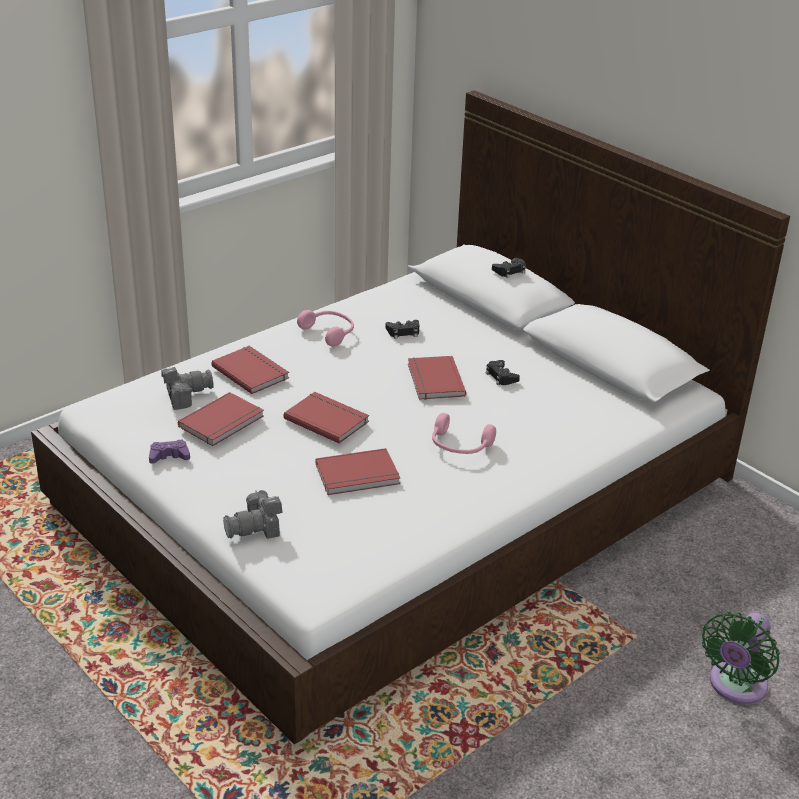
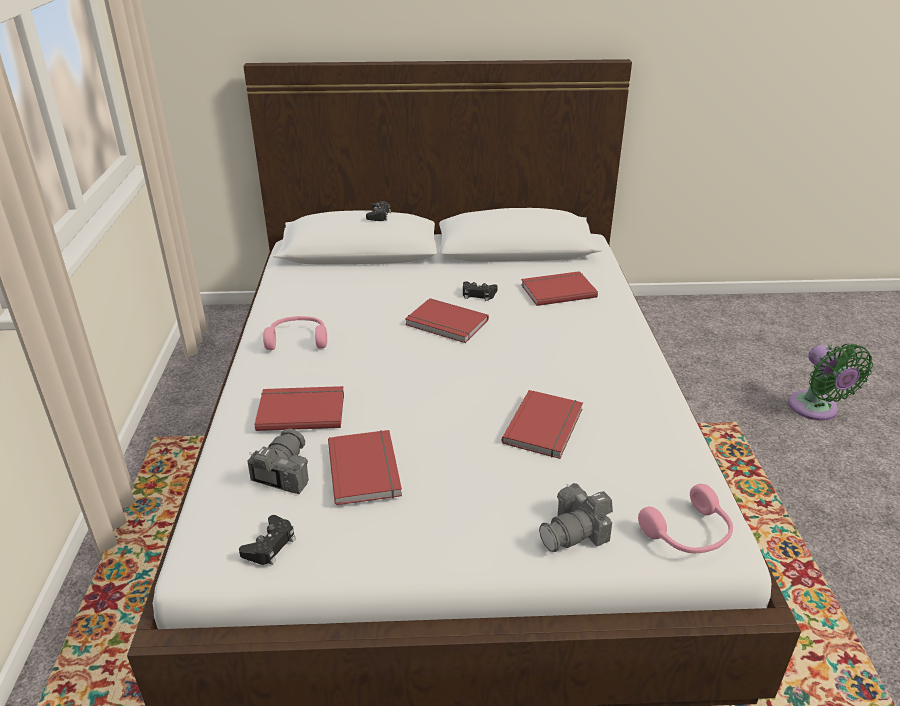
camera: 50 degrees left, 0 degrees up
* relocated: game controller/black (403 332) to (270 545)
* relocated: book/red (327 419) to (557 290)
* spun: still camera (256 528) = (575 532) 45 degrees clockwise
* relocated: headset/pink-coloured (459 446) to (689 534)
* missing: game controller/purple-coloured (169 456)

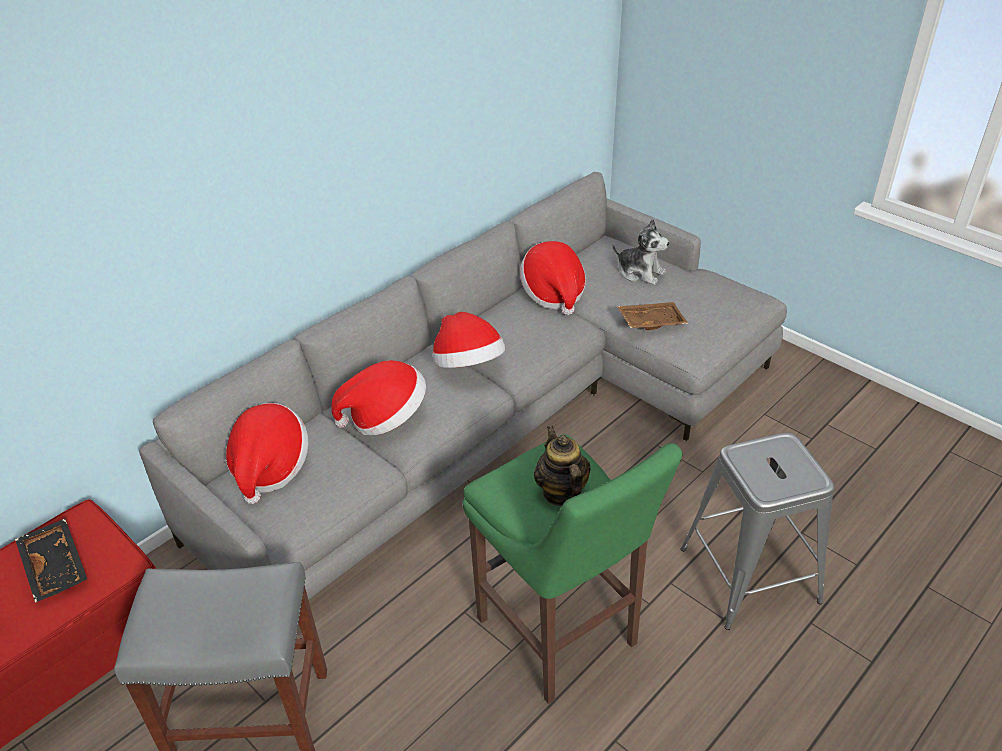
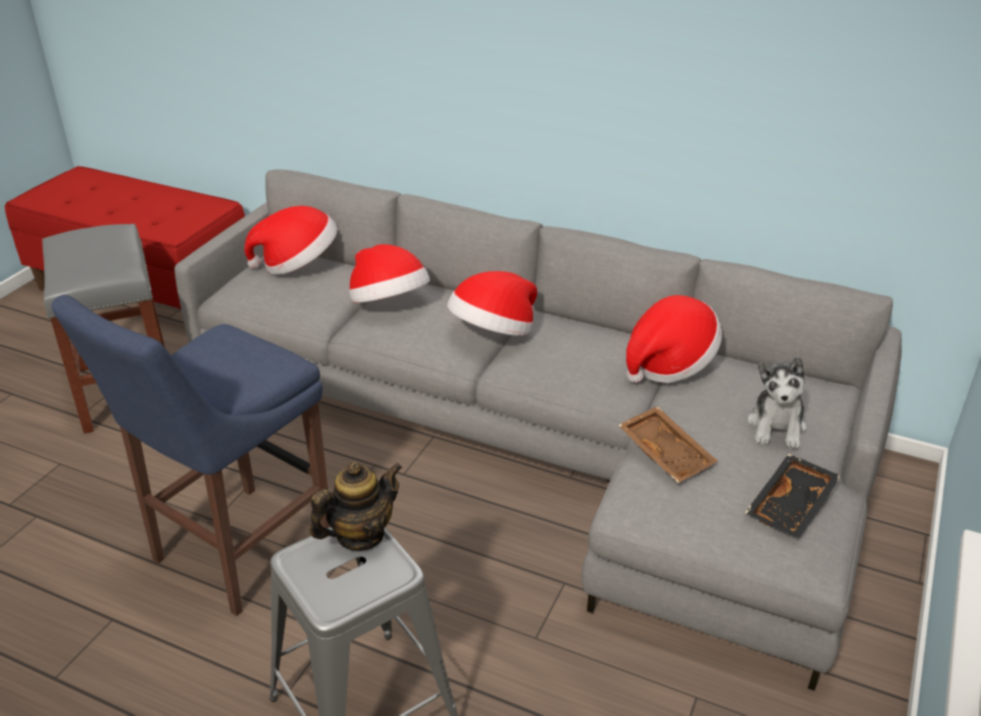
camera: 70 degrees right, 5 degrees down
* colour: stool/green-coloured (560 637) to stool/blue (236 552)
* relocated: pot for tea (561 492) to (360 535)
* relocated: serving tray/black (57 566) to (792 505)

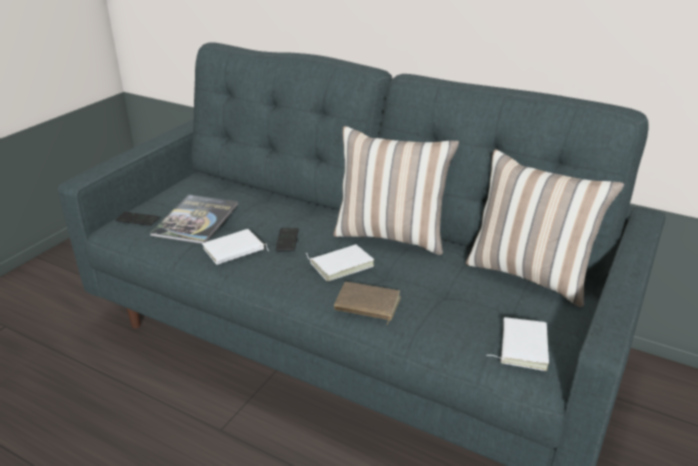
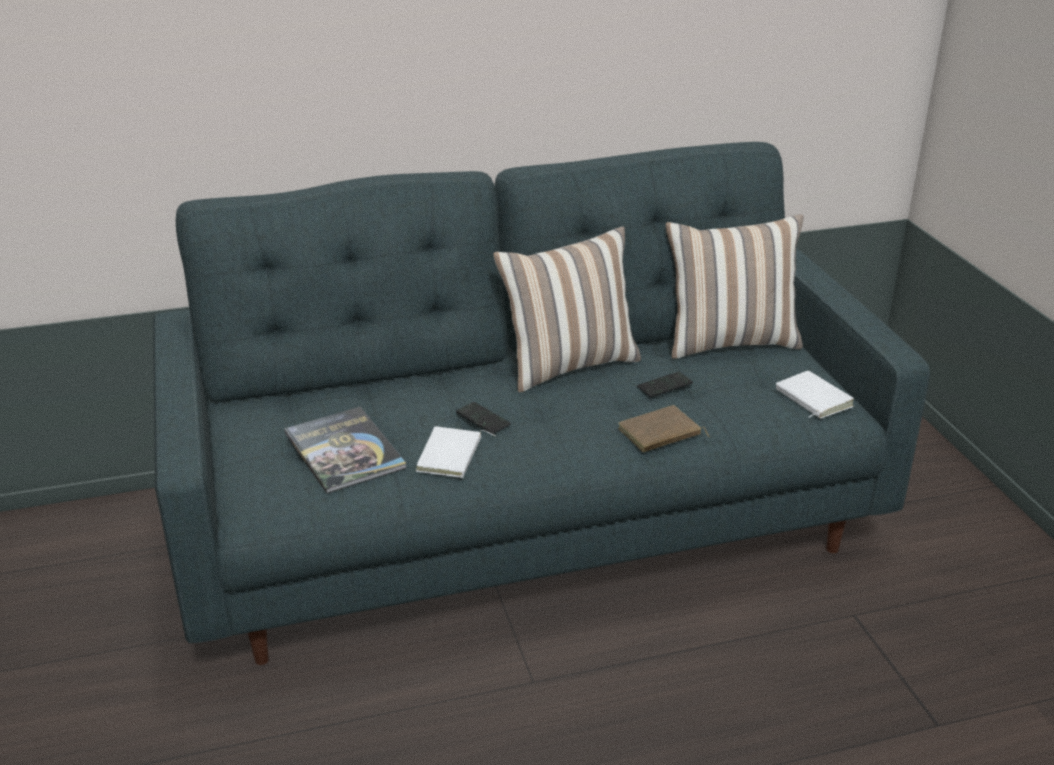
camera: 45 degrees left, 0 degrees up
* relocated: telephone (137 220) to (664 386)
* missing: book/whitish (341 264)

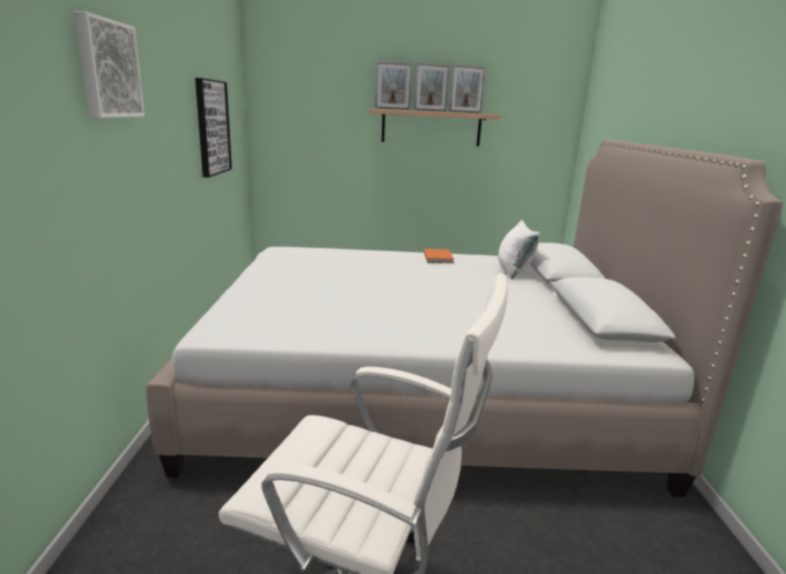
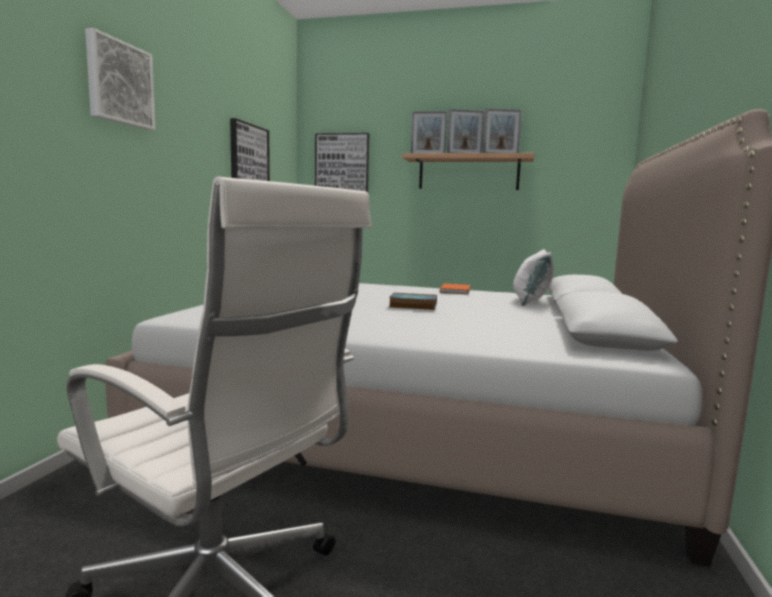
camera: 15 degrees right, 10 degrees down
* appeared: wall art (342 169)
* appeared: book (412 305)

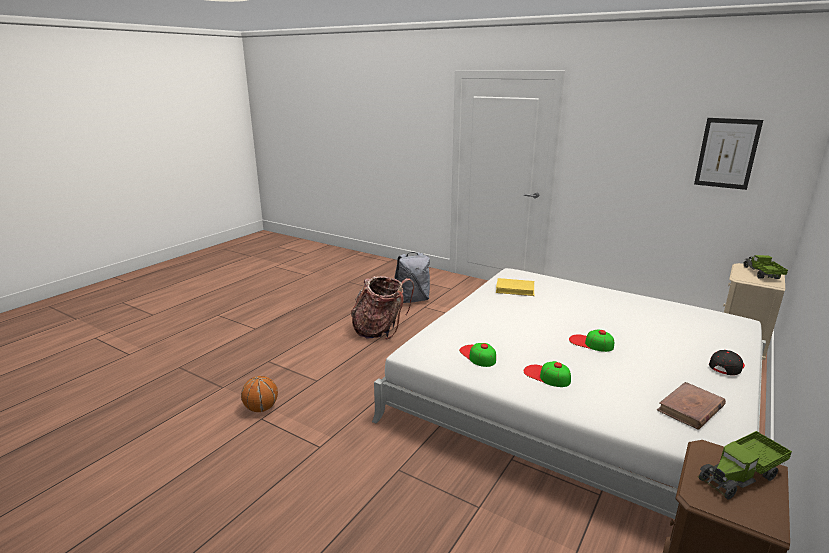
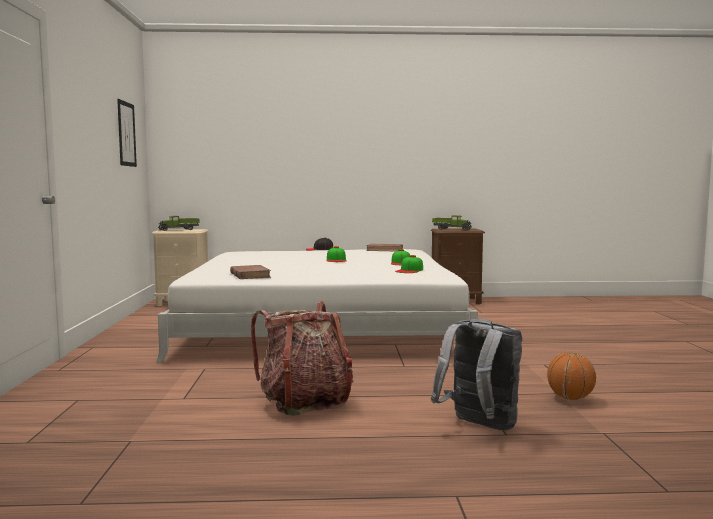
camera: 125 degrees left, 15 degrees down
* colour: book/yellow (515 289) to book/brownish (250 275)
* relocated: backpack/gray (413 300) to (479 427)

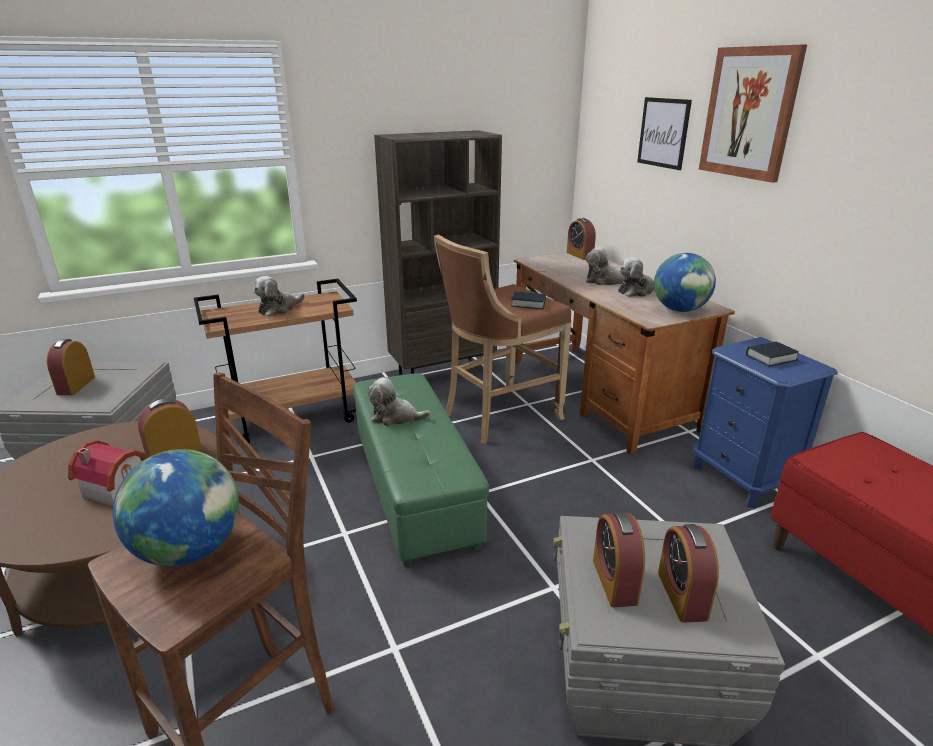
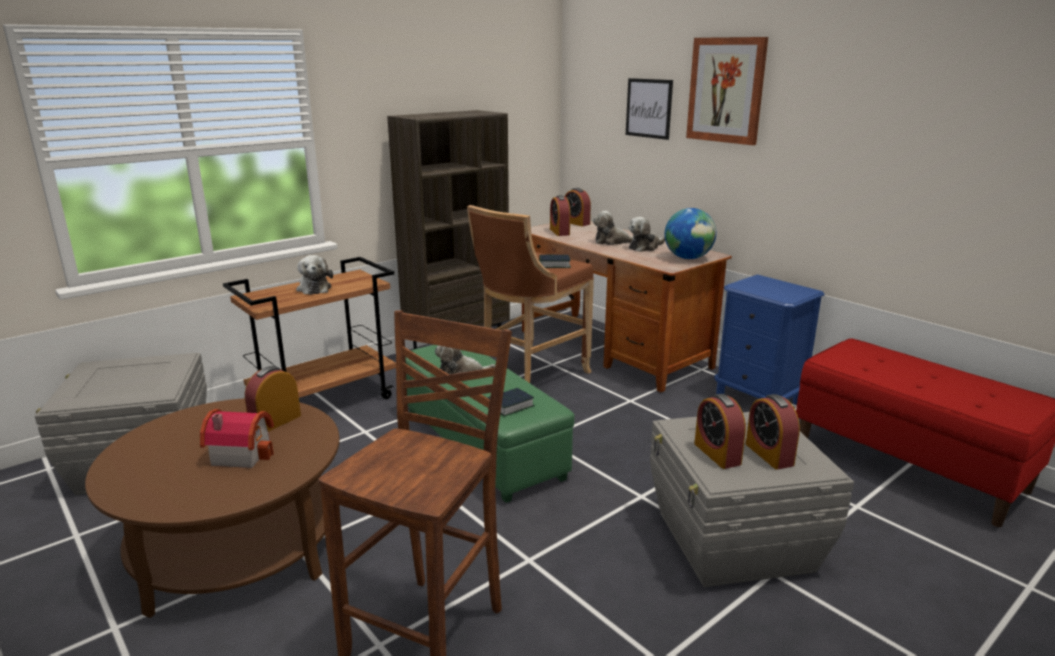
camera: 15 degrees left, 5 degrees down
* spun: soft toy (279 309) = (314 288) 45 degrees counterclockwise
* relocated: book (770 358) to (510 406)
* relocated: table clock (76 385) to (559 232)
* missing: desk globe (189 550)

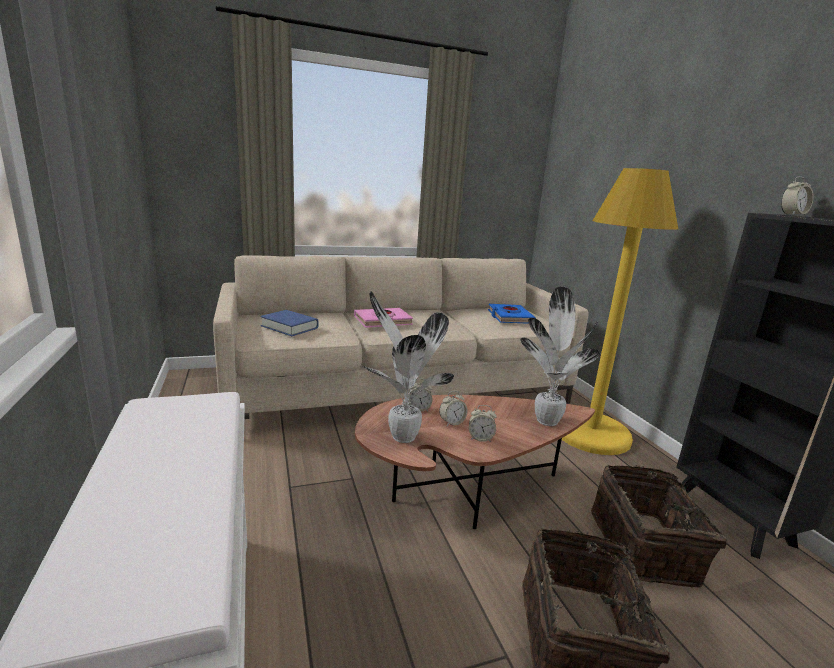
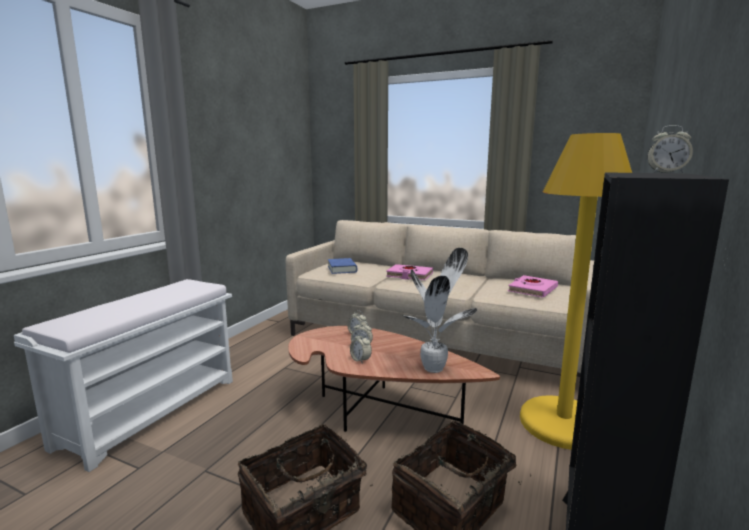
camera: 45 degrees right, 5 degrees down
* colour: book/blue (510 317) to book/pink-coloured (532 290)
* missing: plant in a pot (401 436)

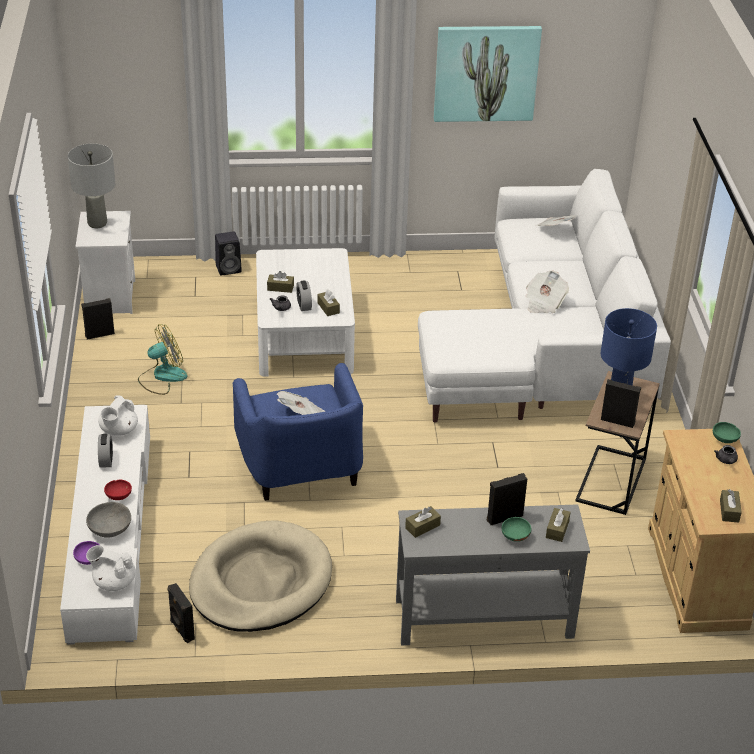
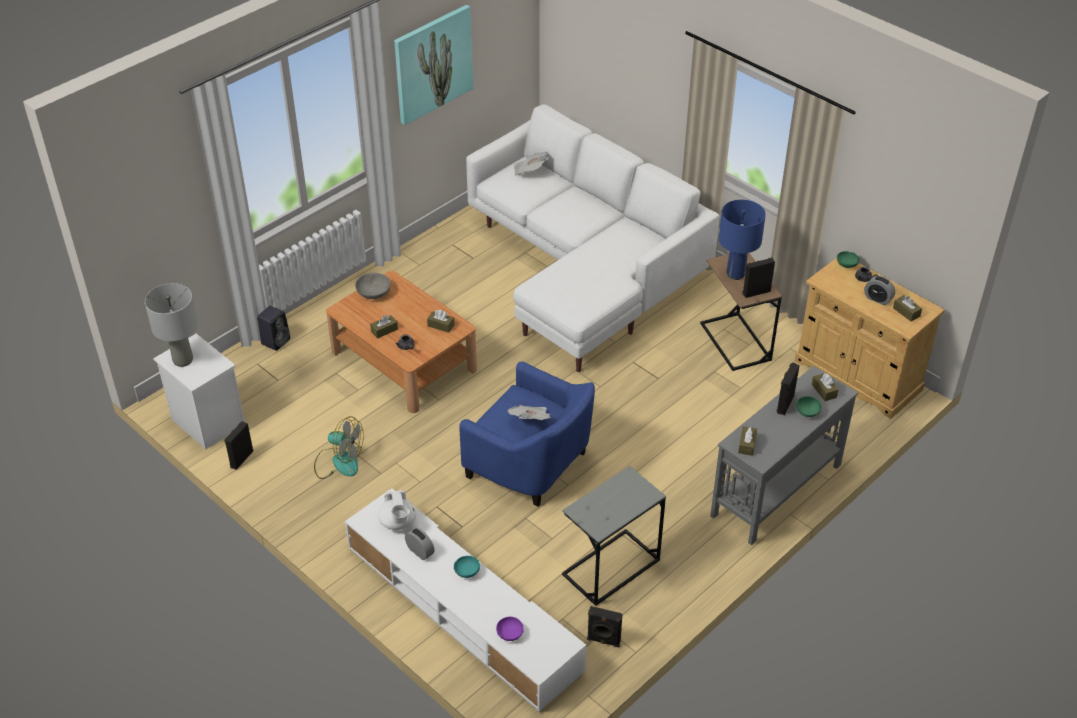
camera: 40 degrees left, 5 degrees up
* spun: electric fan (162 377) = (339 462) 90 degrees clockwise
* colour: coffee table/whitish (304 334) to coffee table/brownish (404 360)
* relocated: bowl/gray (109 529) to (373 293)
* colour: bowl/red (119 496) to bowl/turquoise (467 572)
* exchanged: dog bed/beige (260 582) to side table/gray (611 567)
* relocated: table clock (304 305) to (877 299)
* missing: pot for tea/whitish (113 582)
* missing: printed paper (544 303)

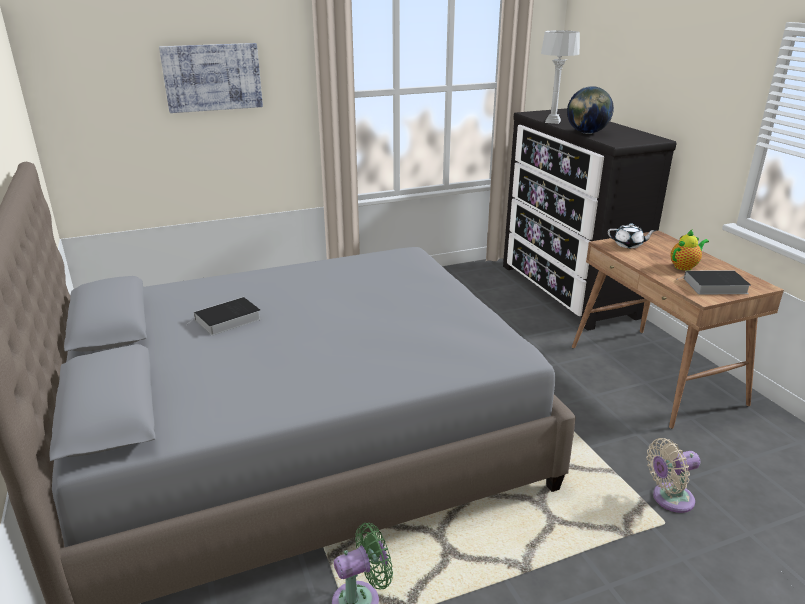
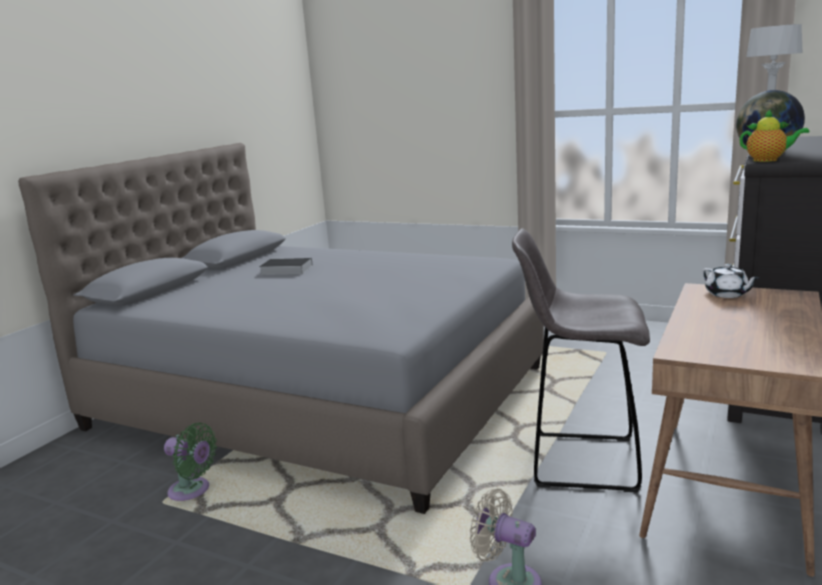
camera: 50 degrees right, 10 degrees down
* appeared: stool/gray (580 461)
* relocated: pot for tea (685 266) to (768 160)
* missing: wall art (212 77)
* missing: book (714 286)

